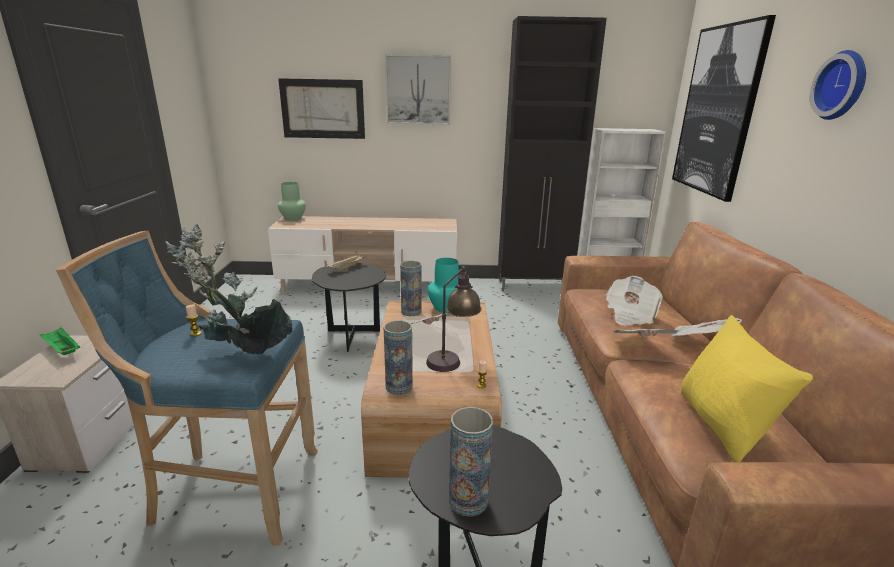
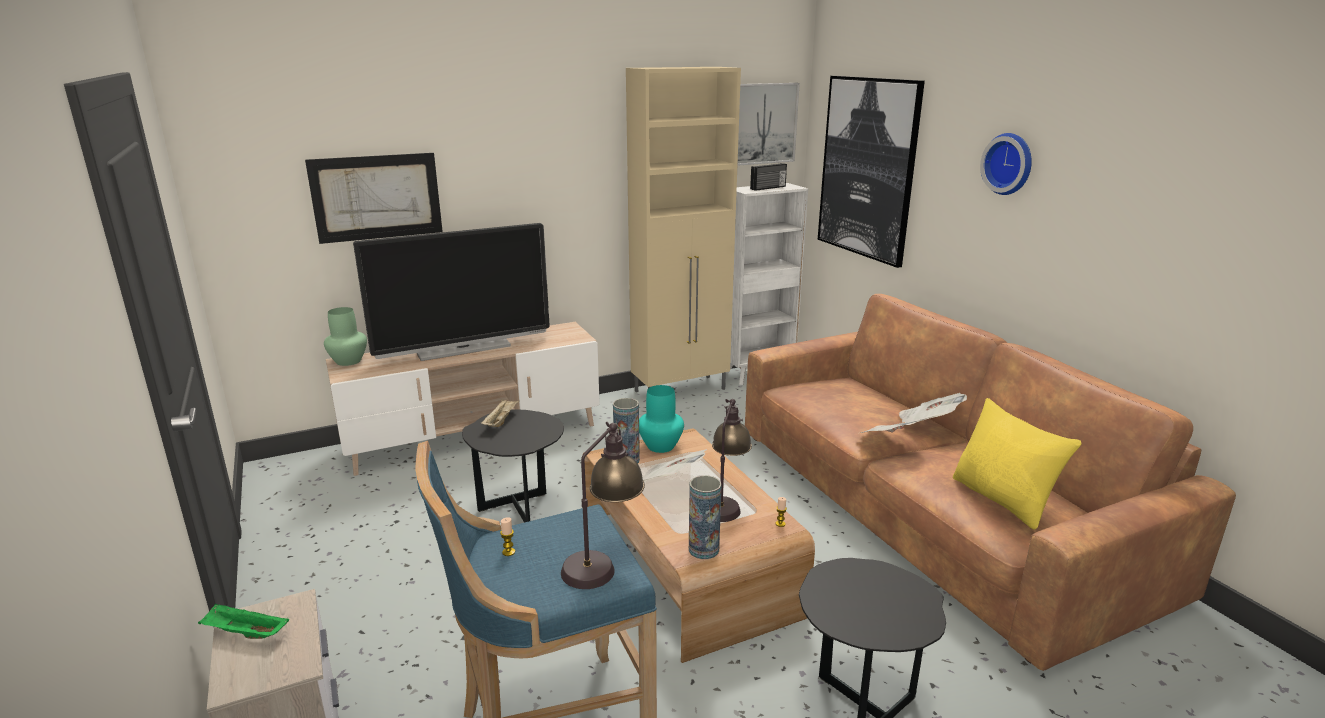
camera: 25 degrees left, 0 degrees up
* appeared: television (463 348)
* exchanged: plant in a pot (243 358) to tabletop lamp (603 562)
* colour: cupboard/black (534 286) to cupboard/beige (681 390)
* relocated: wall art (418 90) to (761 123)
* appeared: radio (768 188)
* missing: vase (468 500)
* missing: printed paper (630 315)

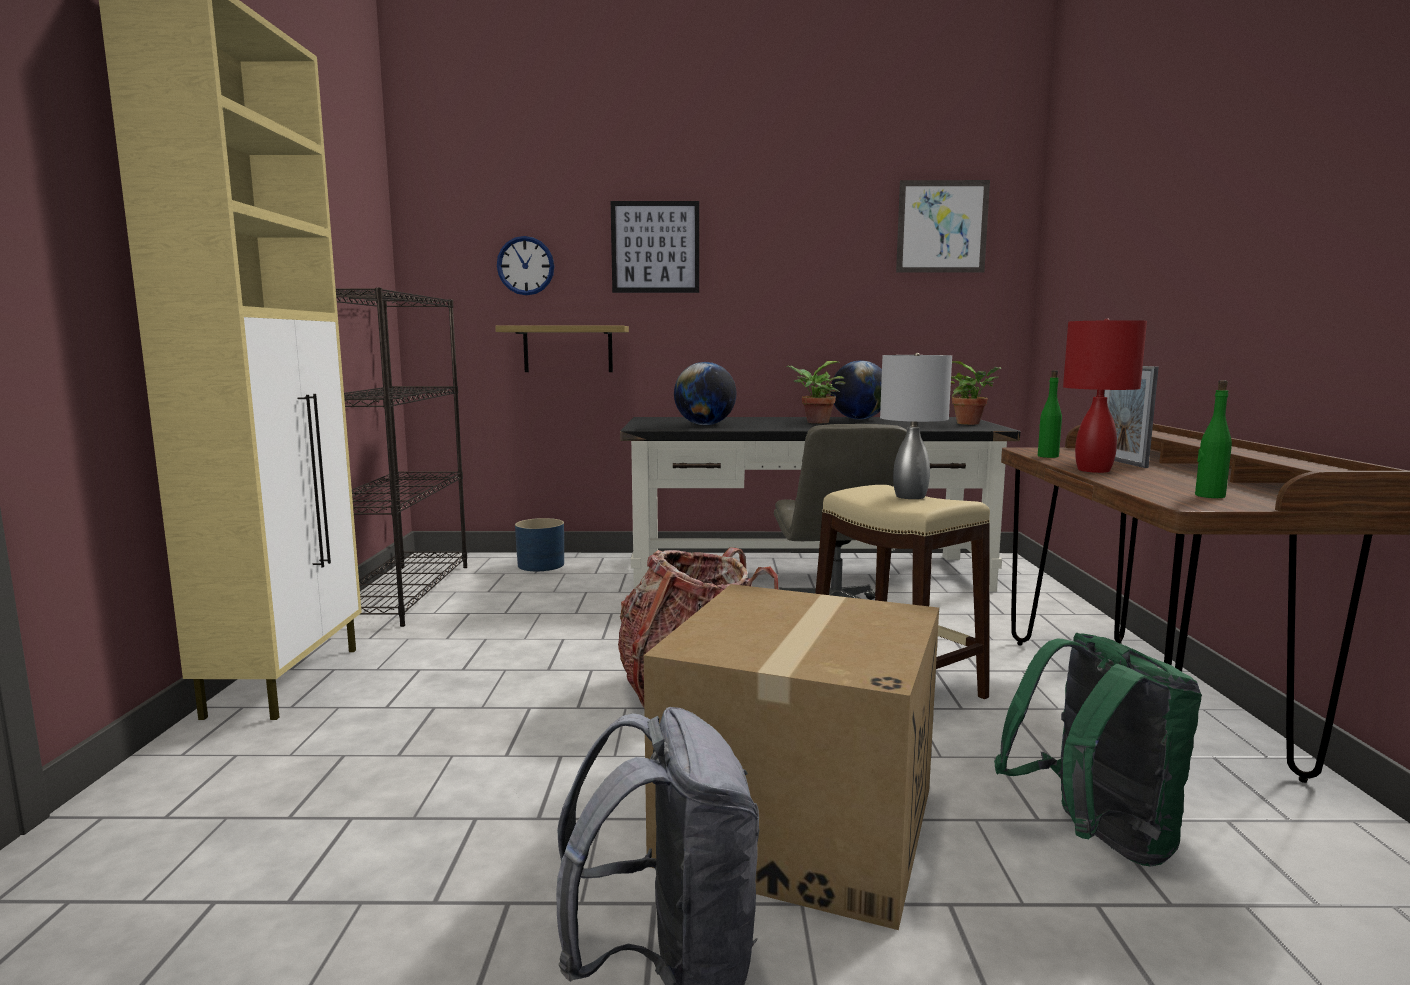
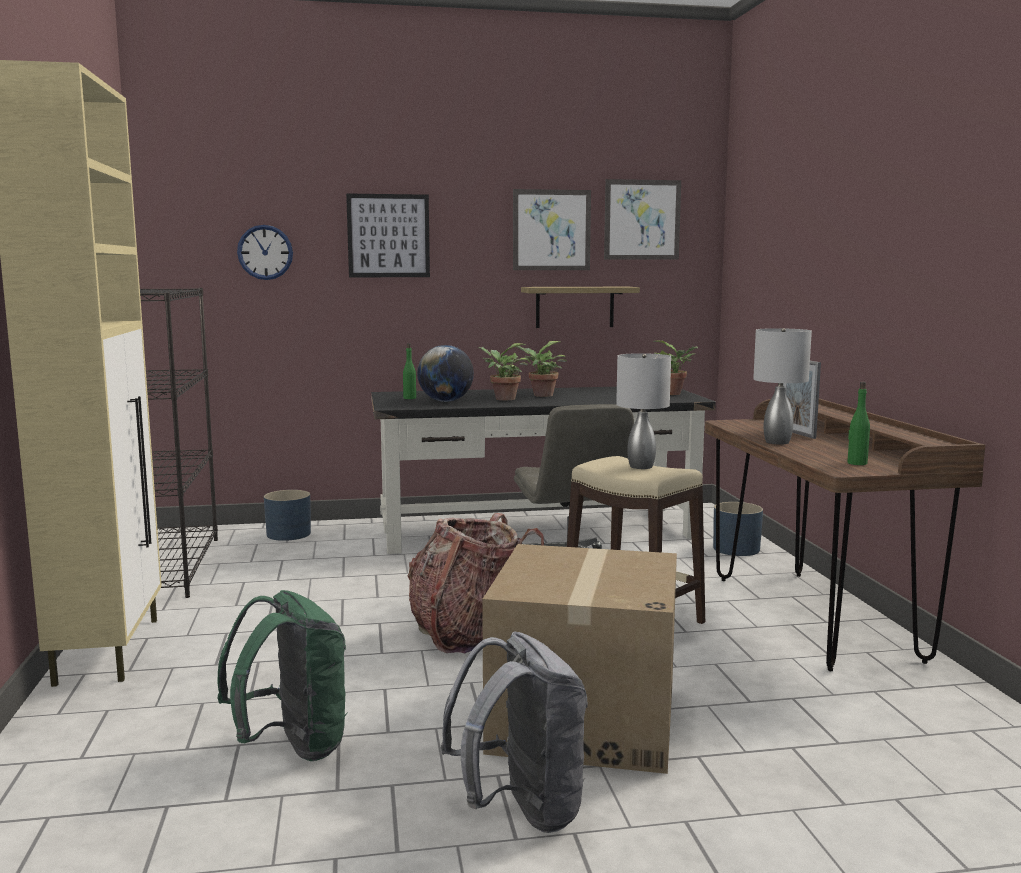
camera: 10 degrees left, 0 degrees up
* relocated: backpack/green-coloured (1094 839) to (292 747)
* relocated: bottle/green-coloured (1047 456) to (409 398)
* appeared: plant in a pot (502 399)
* appeared: wall art (551 230)
* relocated: bracket shelf (568 349) to (574 307)
* appeared: planter/blue (736 549)
* colour: tabletop lamp/red (1093 470) to tabletop lamp/gray (777 442)
* missing: desk globe (858 419)

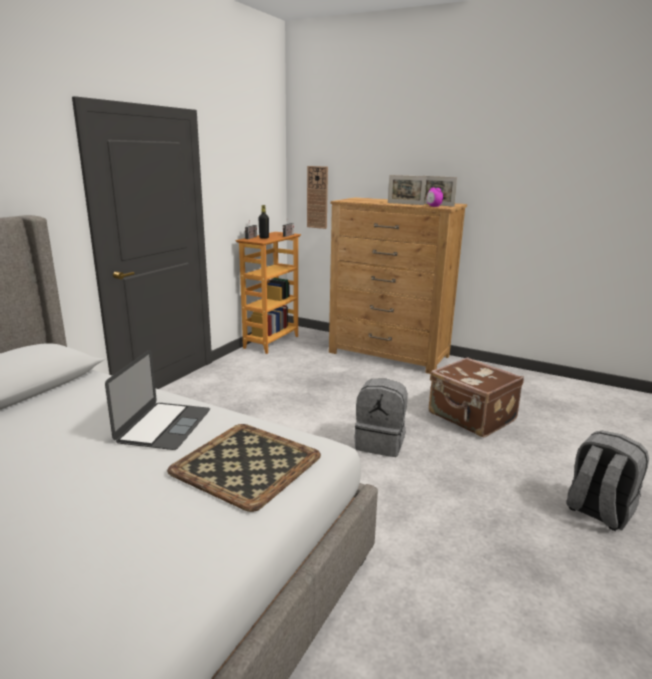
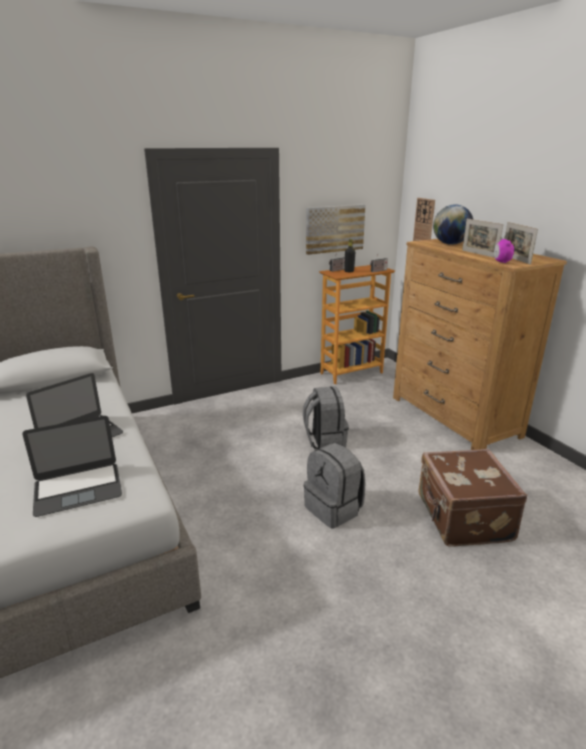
camera: 35 degrees right, 5 degrees up
* exchanged: serving tray (246 463) to laptop (78 488)
* relocated: backpack/gray (597 511) to (324 440)
* appeared: wall art (334 228)
* appeared: desk globe (450 244)

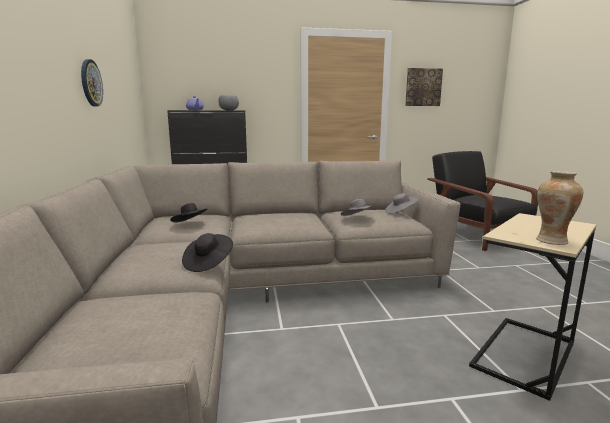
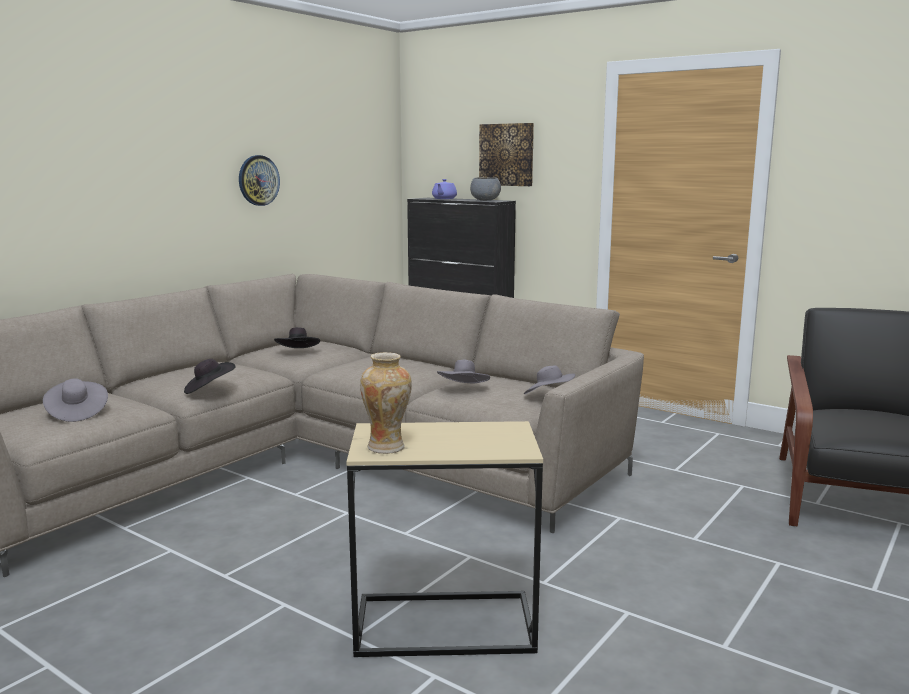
camera: 45 degrees right, 0 degrees up
* appeared: hat/gray (76 413)
* relocated: wall art (423 87) to (507 155)

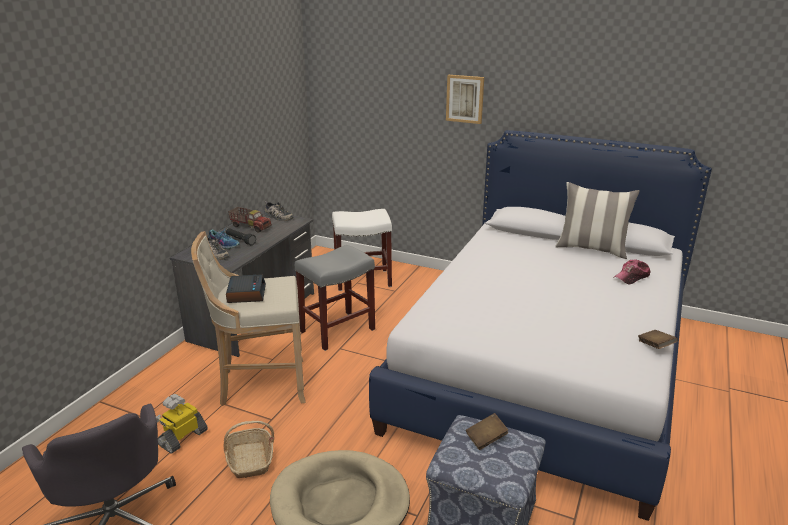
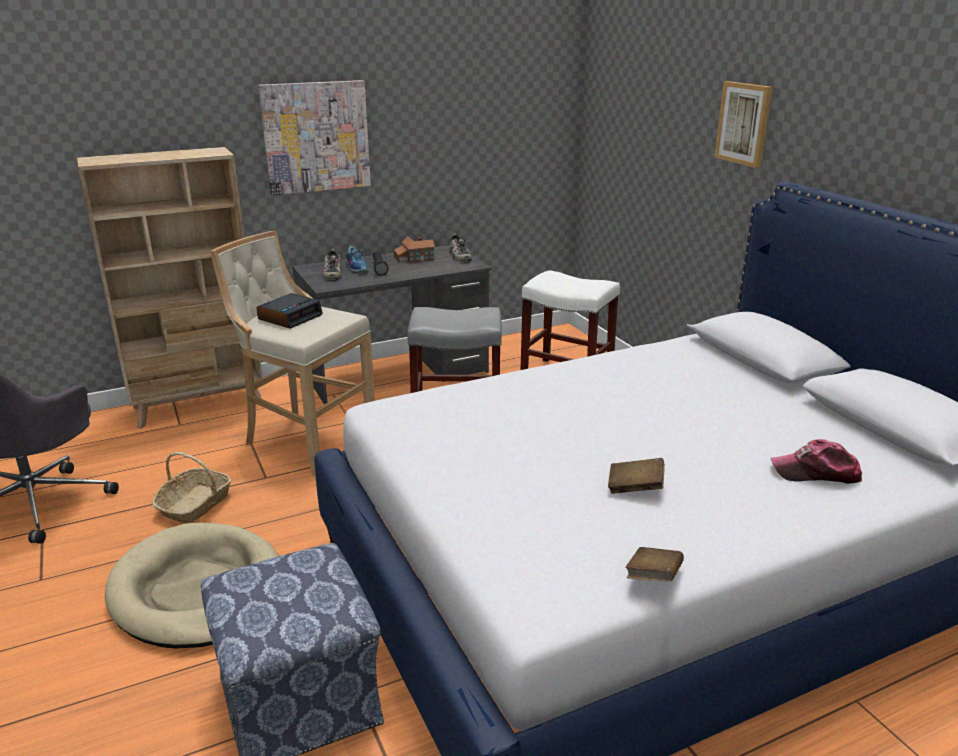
camera: 40 degrees right, 0 degrees up
* appeared: bookshelf/beige (199 405)
* appeared: wall art (316 137)
* exchanged: toy truck (250 227) to miniature house (414 258)
* relocated: book/brownish (486 439) to (635 488)
* missing: robot figure (182 437)
* missing: throw pillow (591 249)

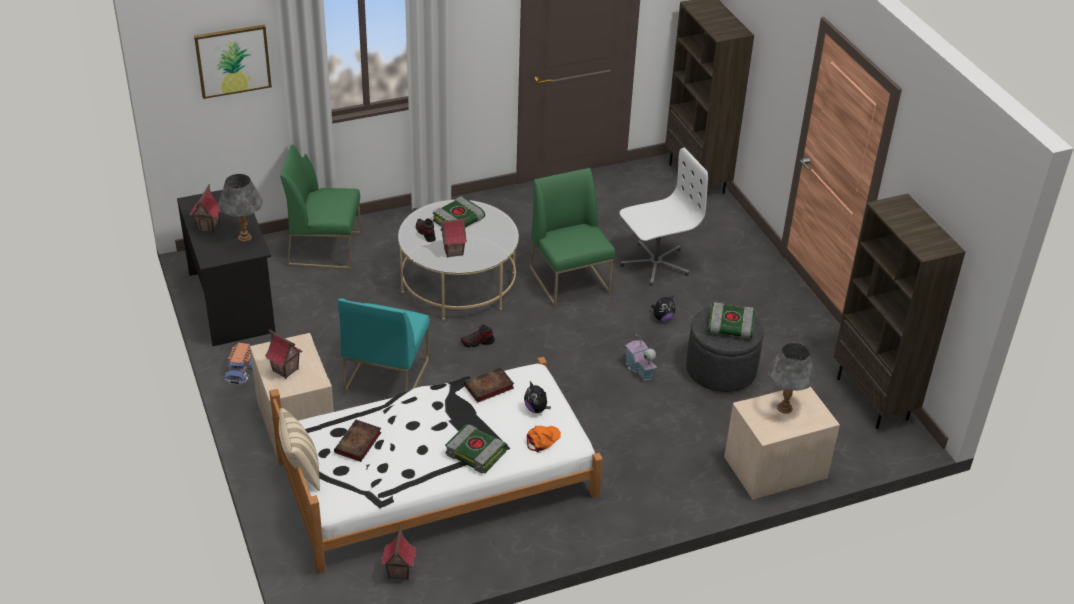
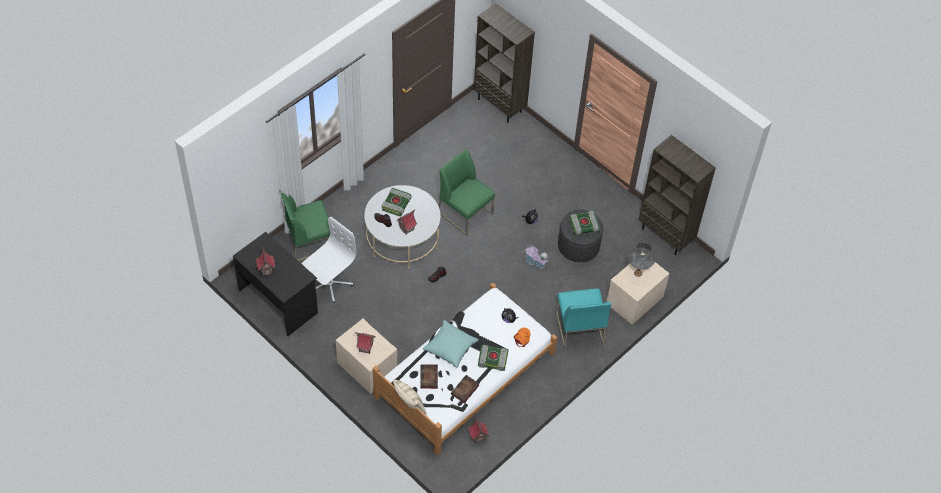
camera: 25 degrees left, 15 degrees up
* relocated: desk chair/whitish (654 264) to (329 283)
* appeared: throw pillow/turquoise (450 348)
* relocated: book (488 388) to (464 390)
* relocated: plain chair/turquoise (386 376) to (579 328)
* missing: wall art (233 60)
* missing: tabletop lamp/gray (245 238)
* missing: toy truck (241 371)

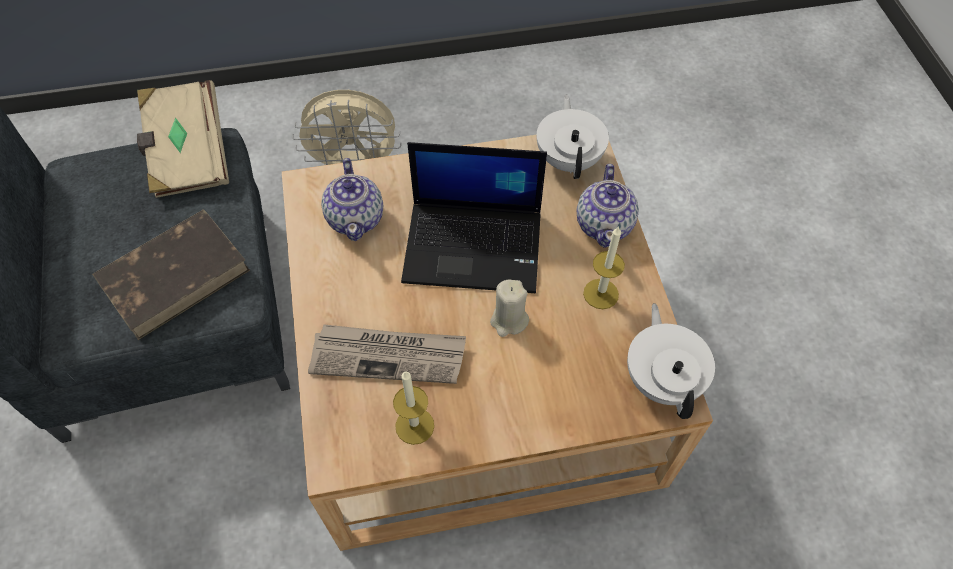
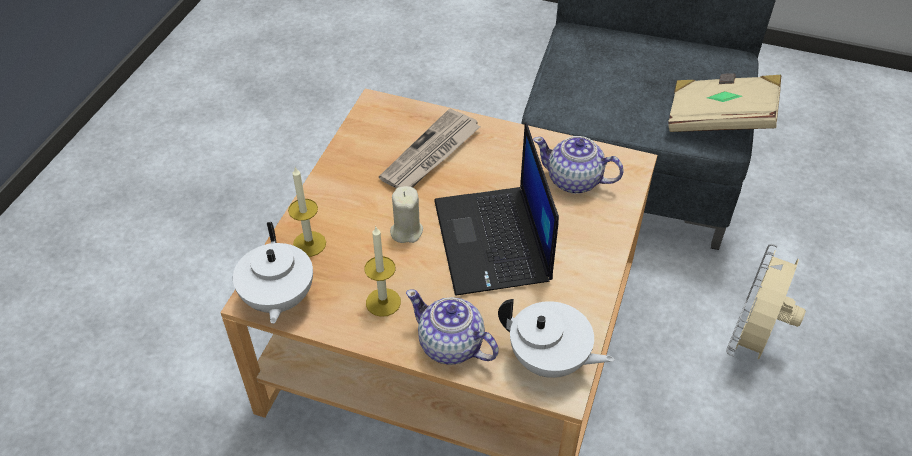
camera: 120 degrees right, 10 degrees down
* spun: pot for tea/whitish (662 379) = (278 299) 60 degrees clockwise
* relocated: candle (414 426) to (309 244)
* spun: laptop (475 246) = (494 242) 45 degrees counterclockwise
* missing: book/brownish (175 275)

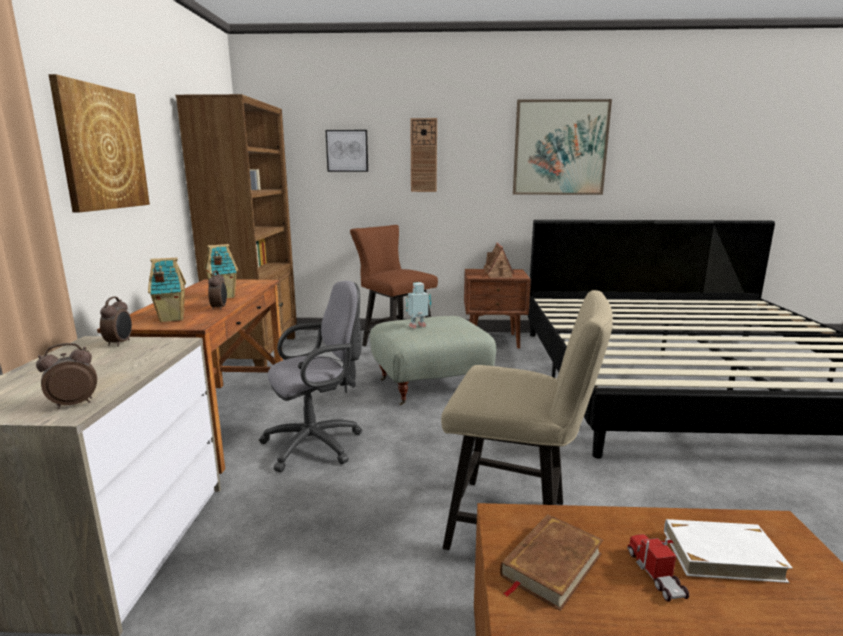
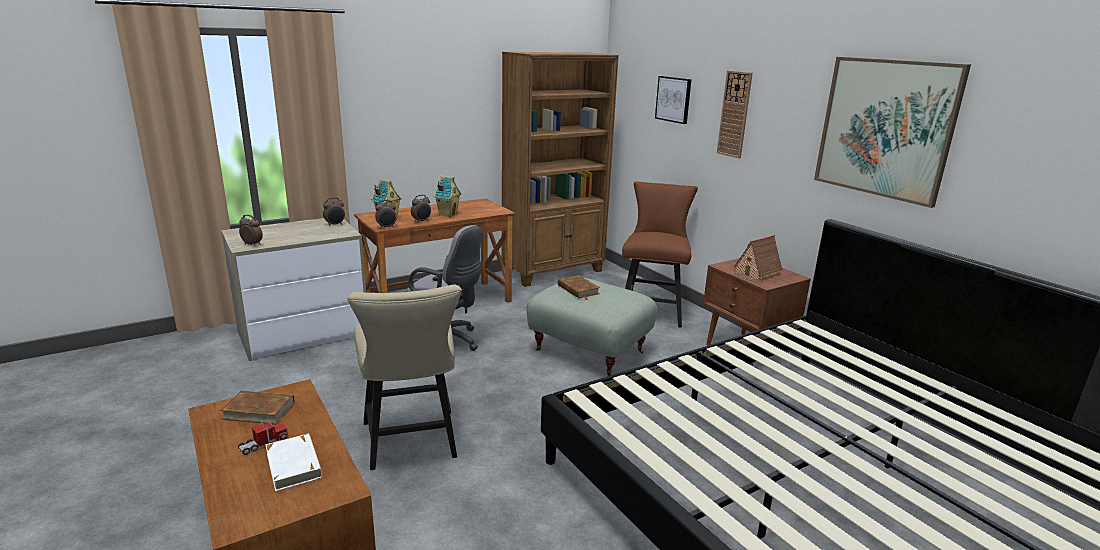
camera: 55 degrees right, 5 degrees up
* appeared: table clock (386 227)
* exchanged: robot figure (418 326) to book/brownish (578 290)
* missing: wall art (102 148)

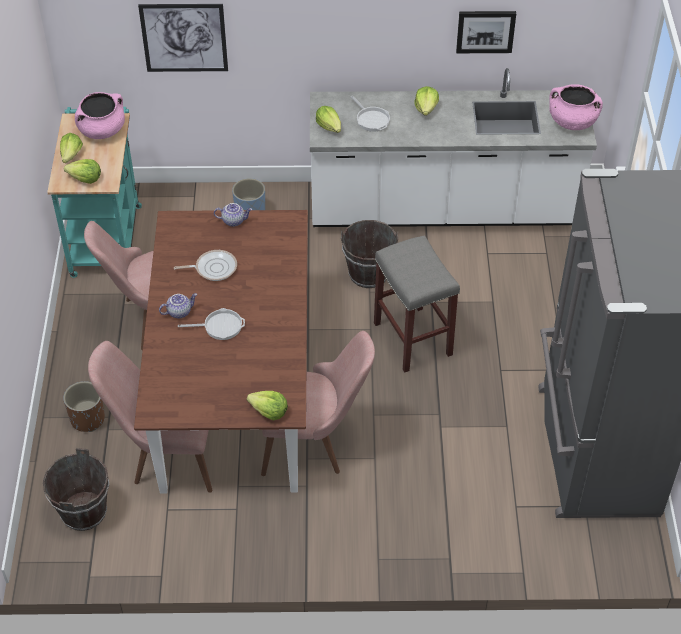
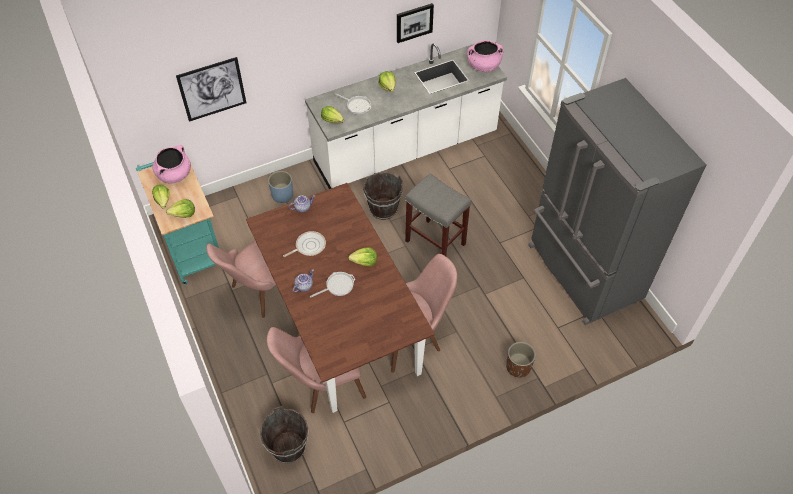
camera: 25 degrees left, 5 degrees up
* relocated: lettuce head (269 412) to (364 262)
* relocated: planter/brownish (87 419) to (518 367)

